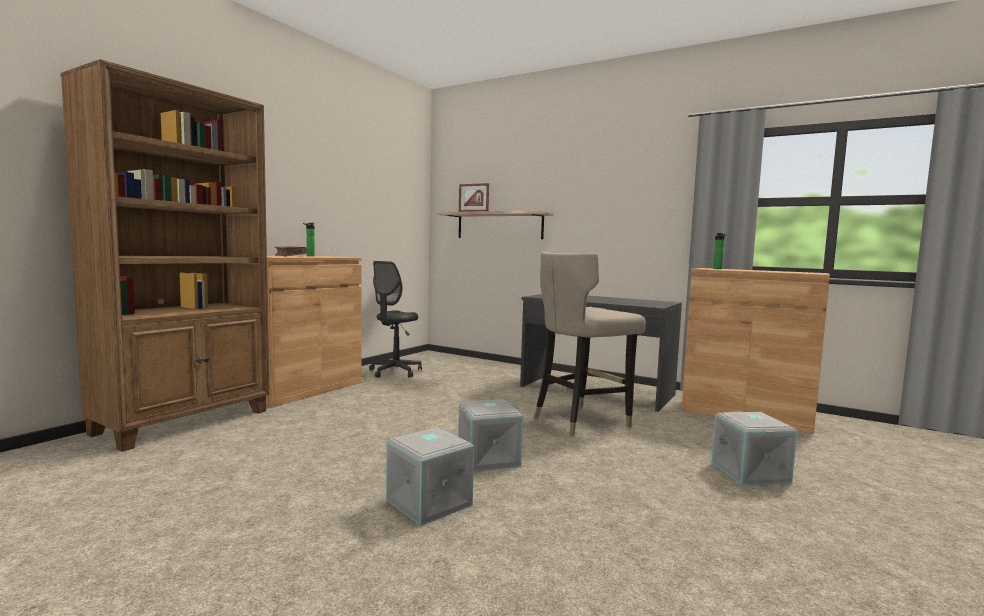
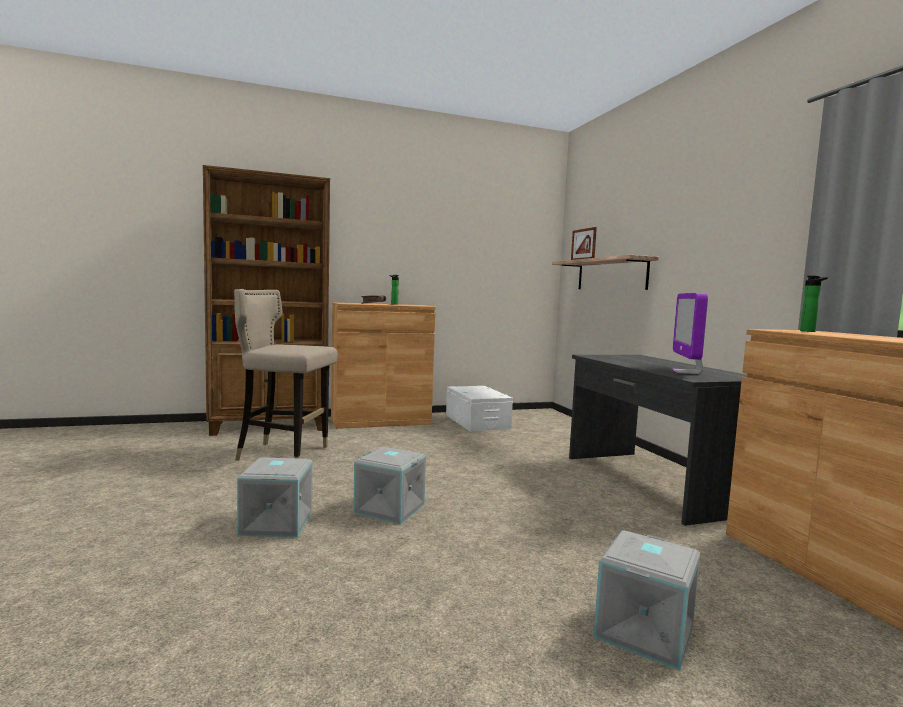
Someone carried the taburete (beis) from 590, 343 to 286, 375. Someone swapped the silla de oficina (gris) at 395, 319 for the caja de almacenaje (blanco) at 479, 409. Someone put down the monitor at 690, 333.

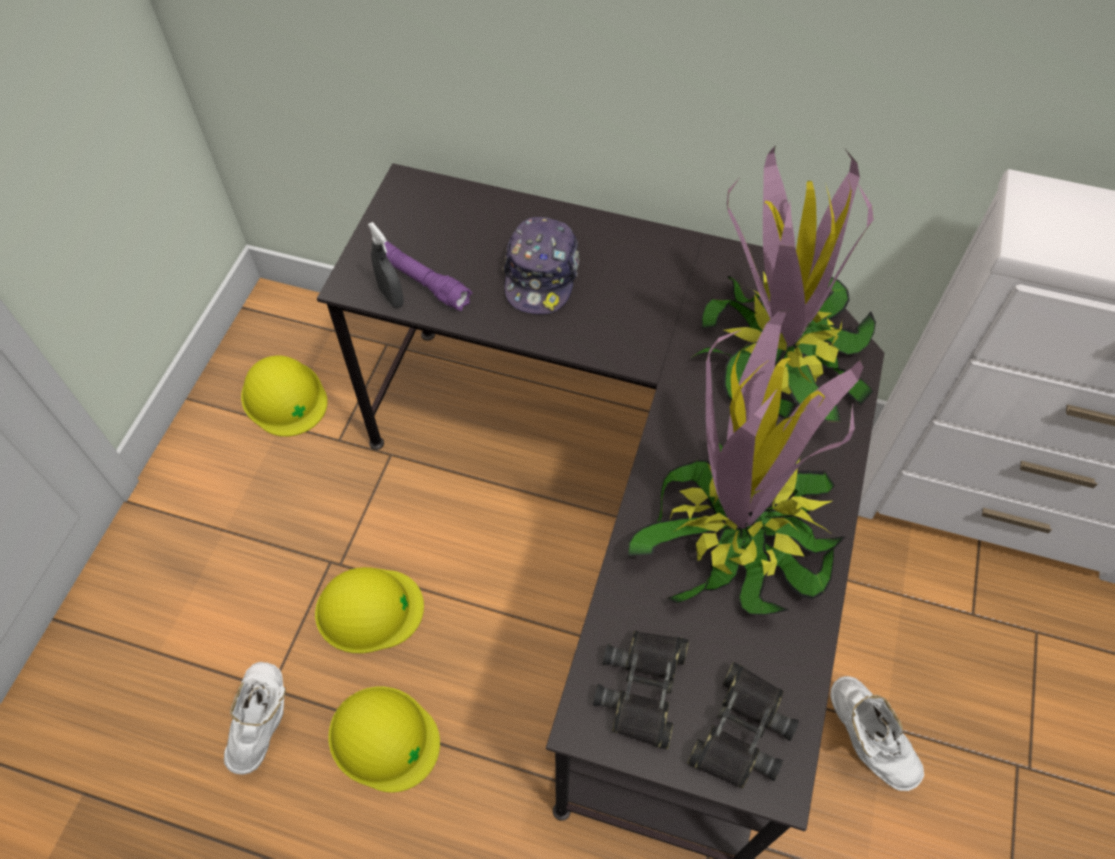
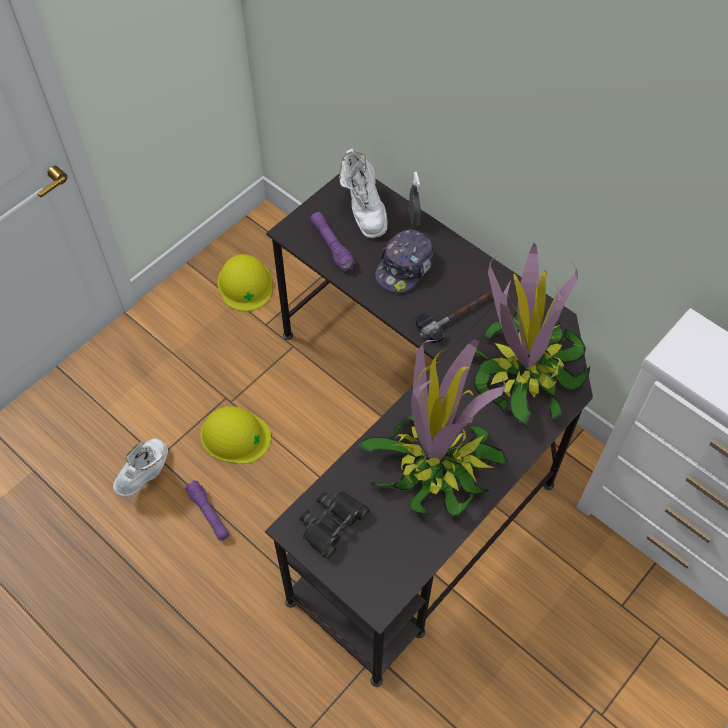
Someone carried the pulverizador (gris) from 386, 265 to 415, 199. Someone took away the prismáticos (negro) at 743, 725. Someone carried the bota (blanco) from 877, 733 to 363, 193. Someone swapped the casco (amarillo) at 384, 739 for the linterna (morado) at 207, 510. Someone put down the martillo at 454, 317.

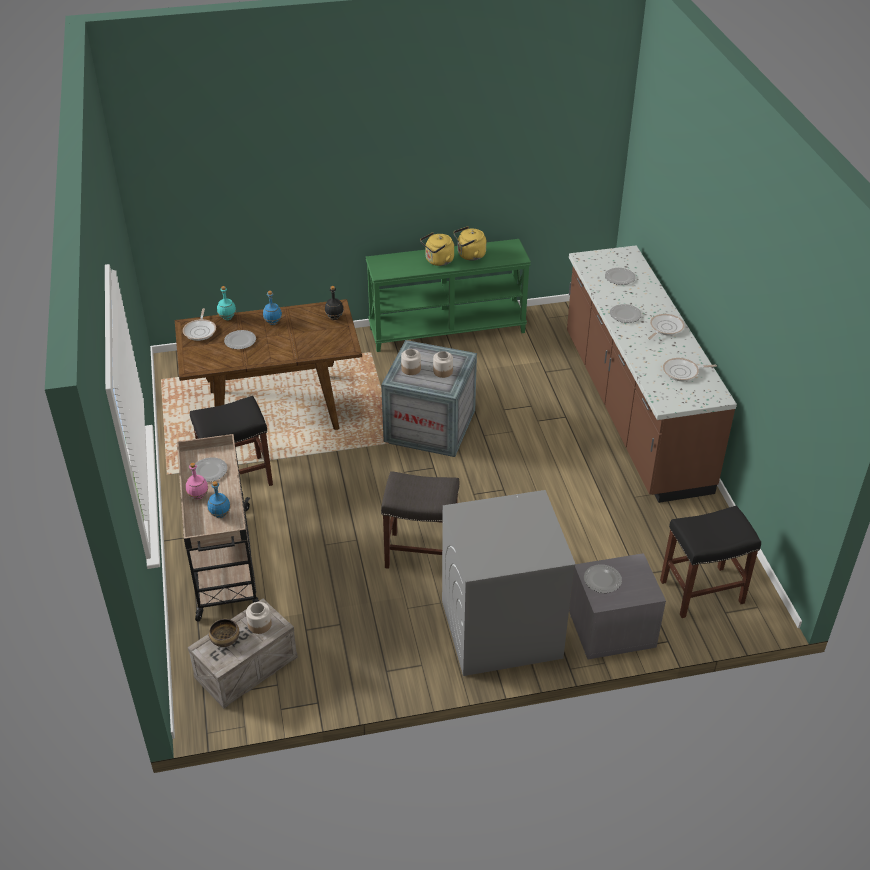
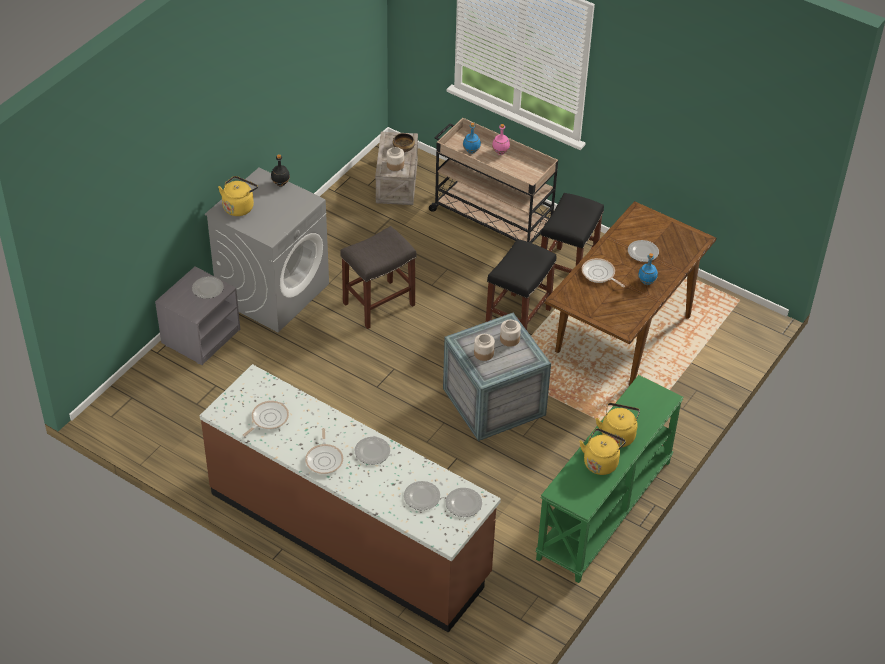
Someone took away the botella (turquesa) at 226, 303. Someone carried the botella (negro) from 334, 303 to 280, 170. Someone carried the sartén from 199, 324 to 603, 272. Someone carried the plato from 209, 469 to 464, 502. Someone carried the taburete (negro) from 710, 562 to 521, 284. Someone put down the hervidor (amarillo) at 238, 196.

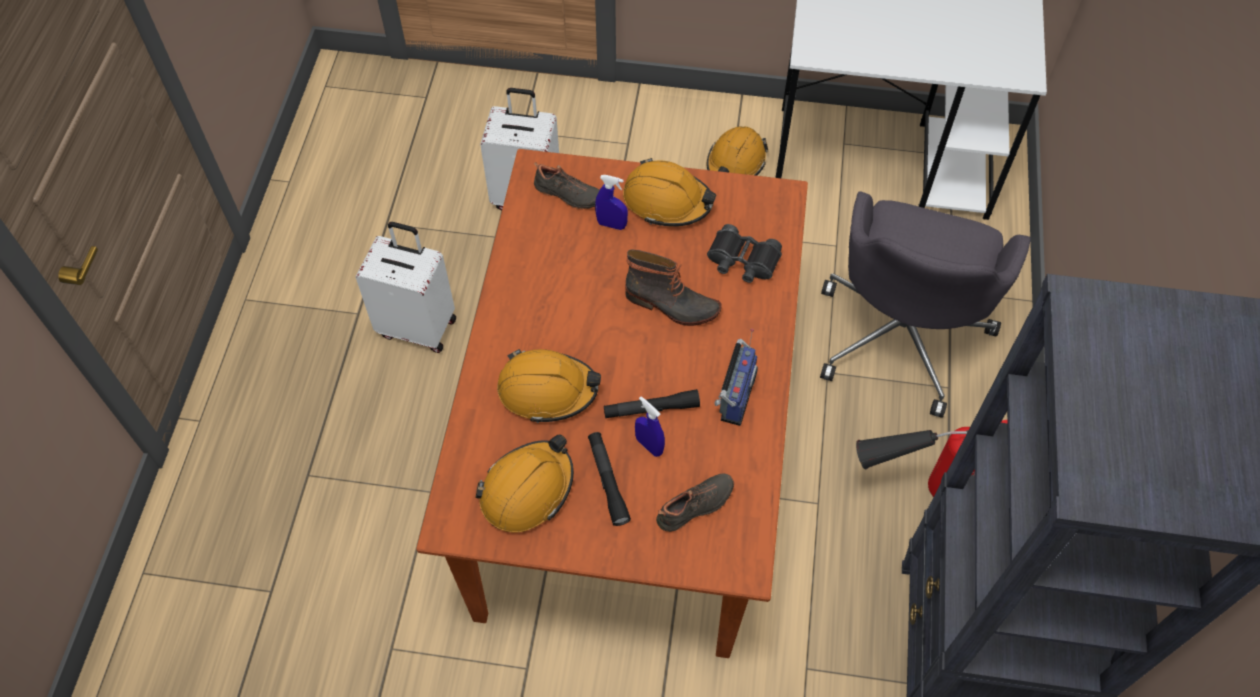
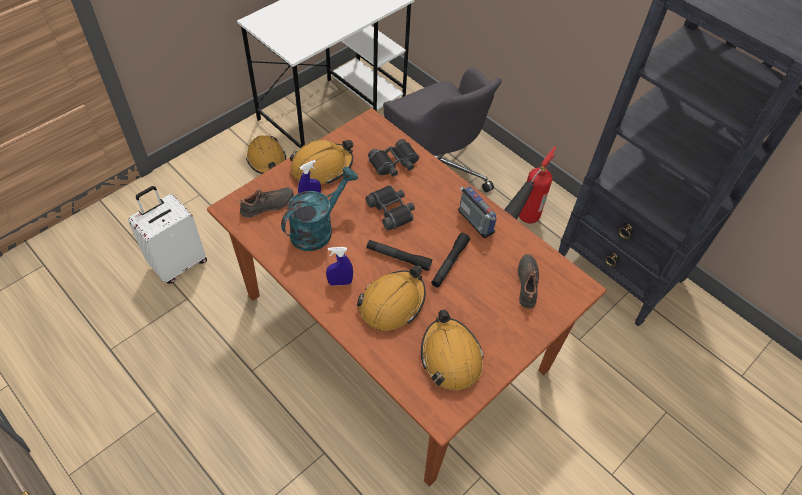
Someone took away the maleta (blanco) at 405, 287. Someone swapped the bota at 673, 288 for the prismáticos (negro) at 390, 207. Someone carried the pulverizador (azul) from 650, 426 to 339, 266. Someone carried the linterna (negro) from 609, 479 to 399, 255. Someone put down the regadera (turquesa) at 319, 209.

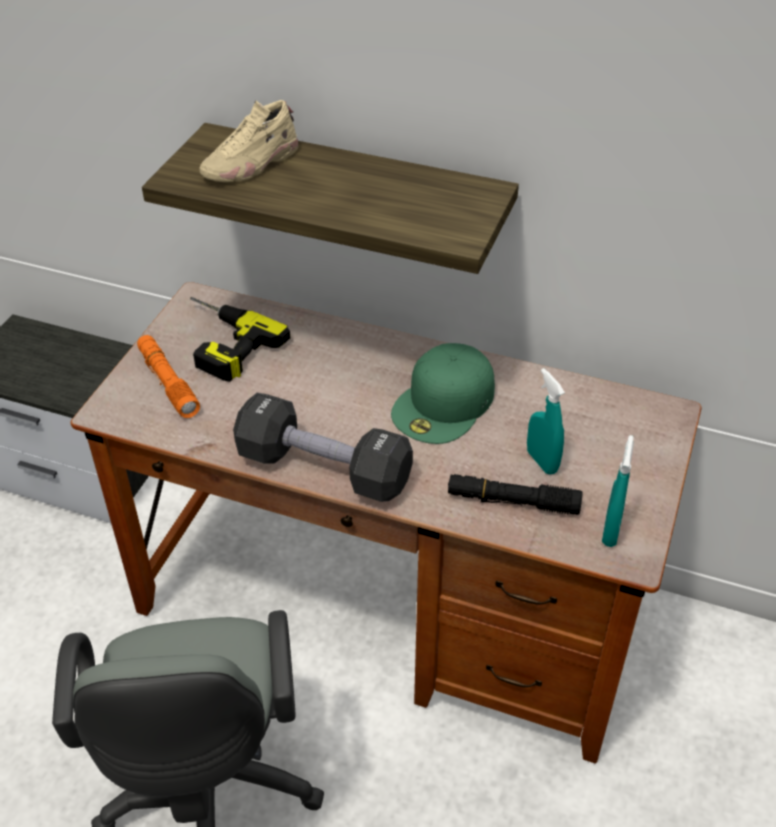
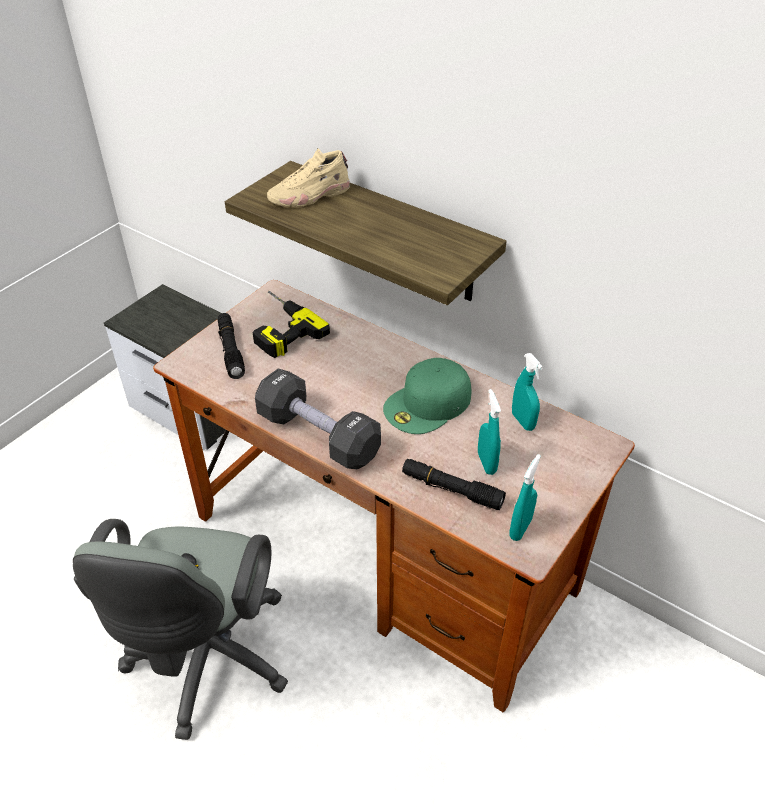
Someone repainted the linterna (naranja) at 168, 376, which became the linterna (negro) at 231, 346. Someone put down the pulverizador (turquesa) at 527, 392.

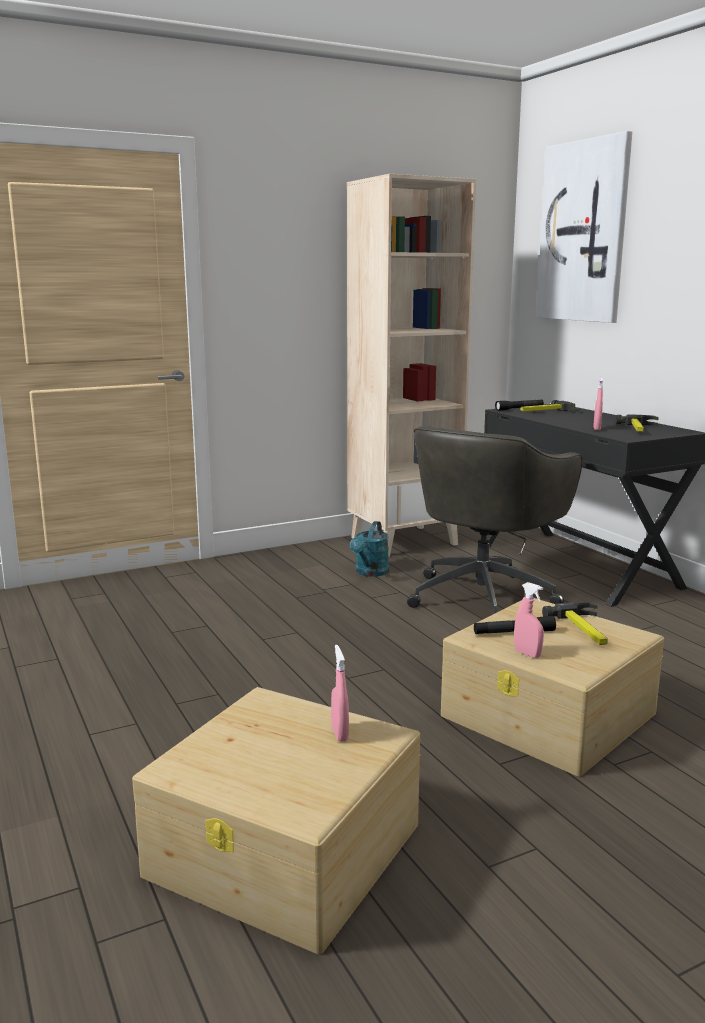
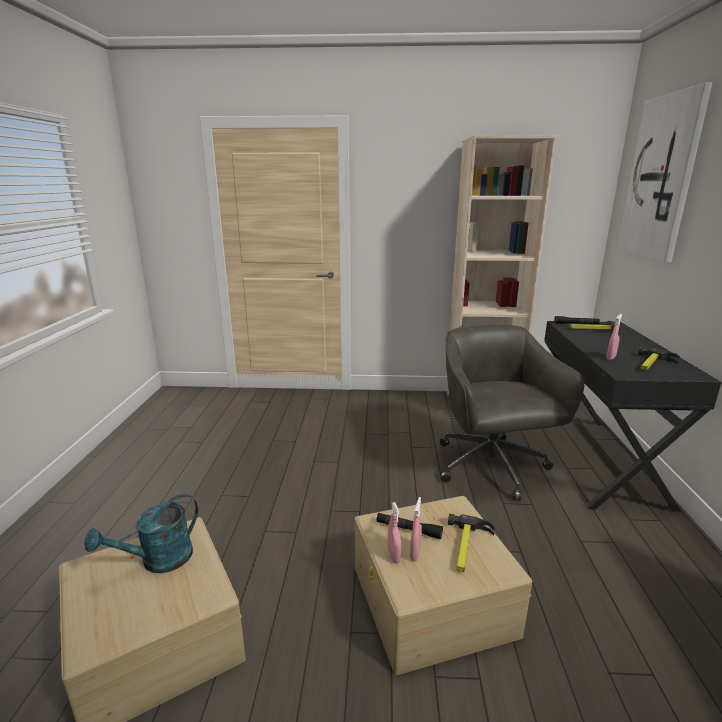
Someone rotated the silla de oficina (gris) at 494, 521 by 105 degrees clockwise. Someone carried the regadera (turquesa) from 369, 549 to 141, 533. Someone carried the pulverizador (rosa) from 340, 693 to 416, 529.

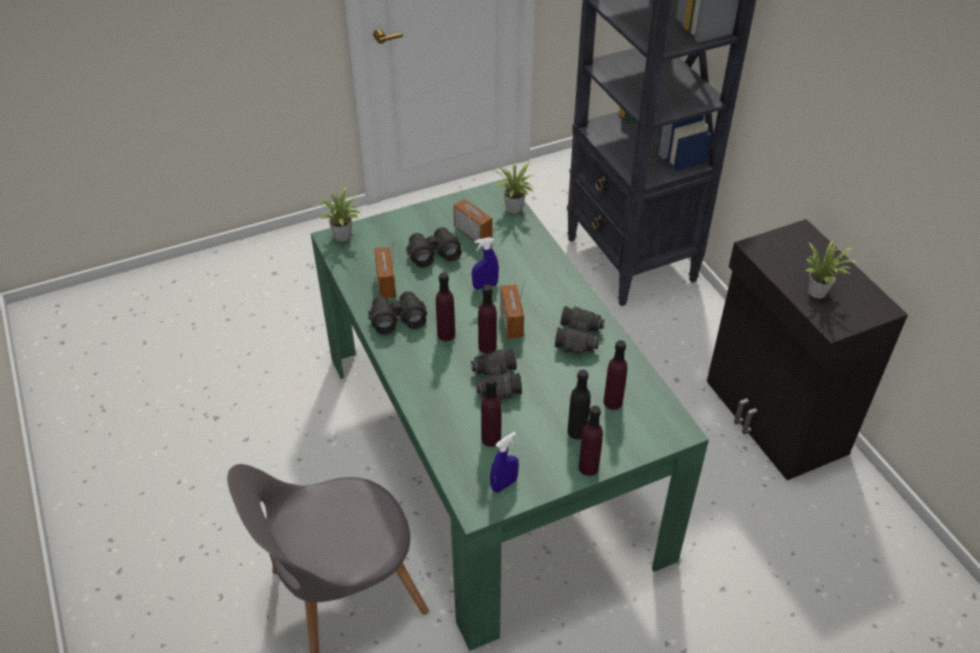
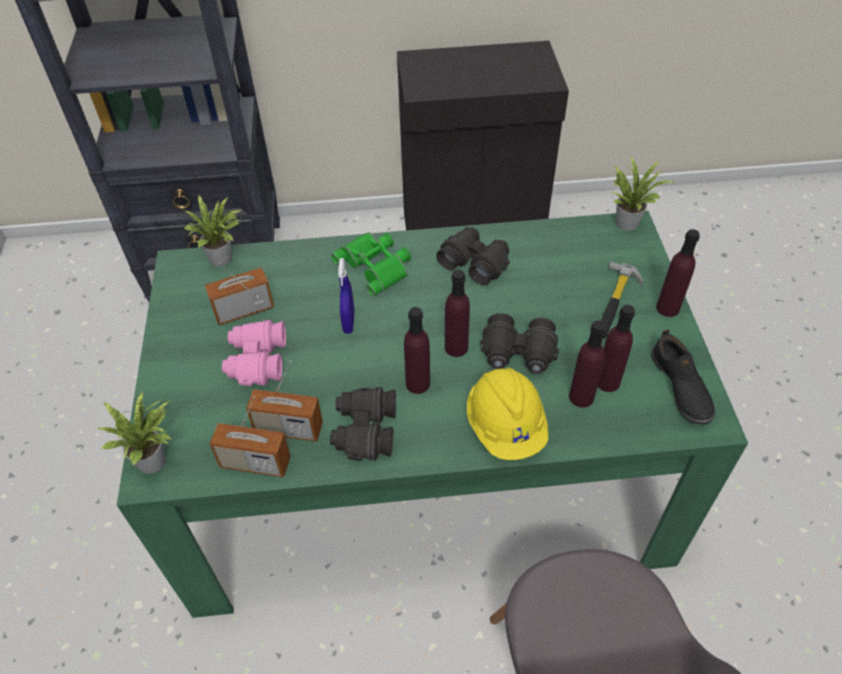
Someone repainted the prismáticos (negro) at 434, 247, which became the prismáticos (rosa) at 254, 353. Someone carried the planta en maceta from 831, 269 to 644, 193. Someone carried the radio from 512, 309 to 250, 436. Someone carried the botella (morado) from 615, 375 to 587, 364. Someone swapped the botella (negro) at 579, 405 for the martillo at 622, 299. Someone swapped the pulverizador (azul) at 504, 462 for the zapato (negro) at 683, 377. Someone put down the prismáticos (verde) at 371, 264. Someone put down the casco (amarillo) at 507, 413.

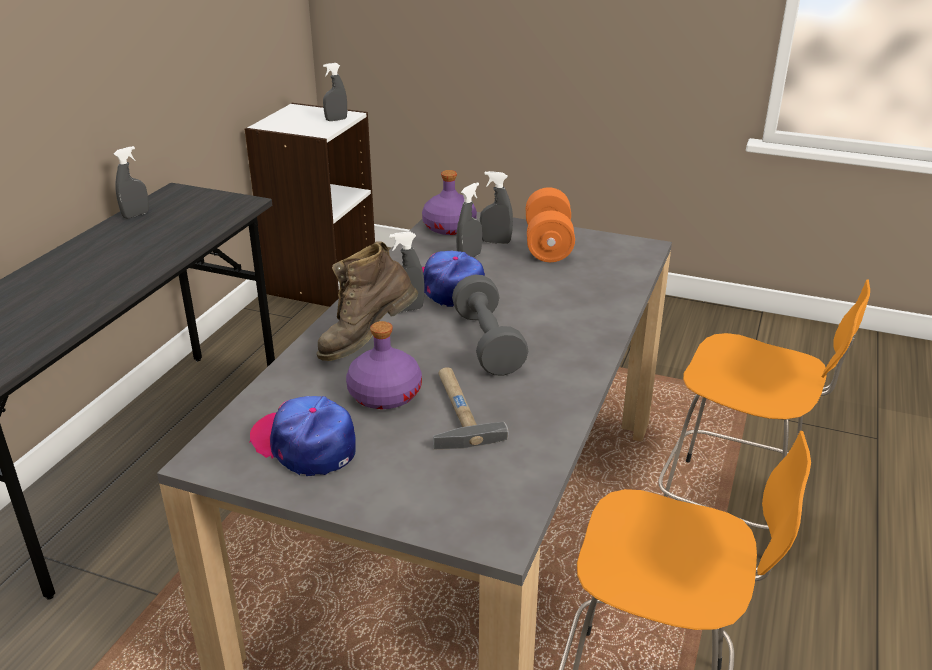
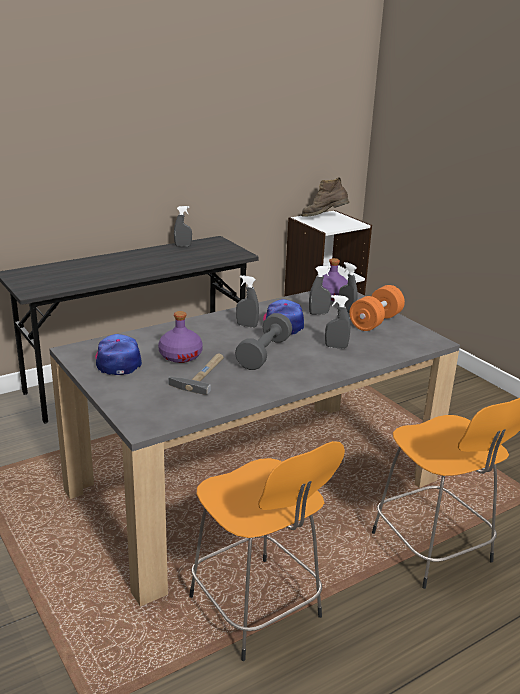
Someone carried the pulverizador (gris) from 335, 92 to 337, 322. Someone carried the bota (marrón) from 367, 301 to 325, 197.

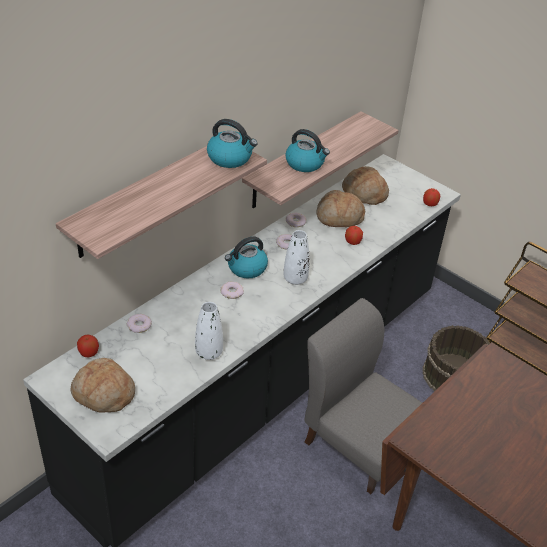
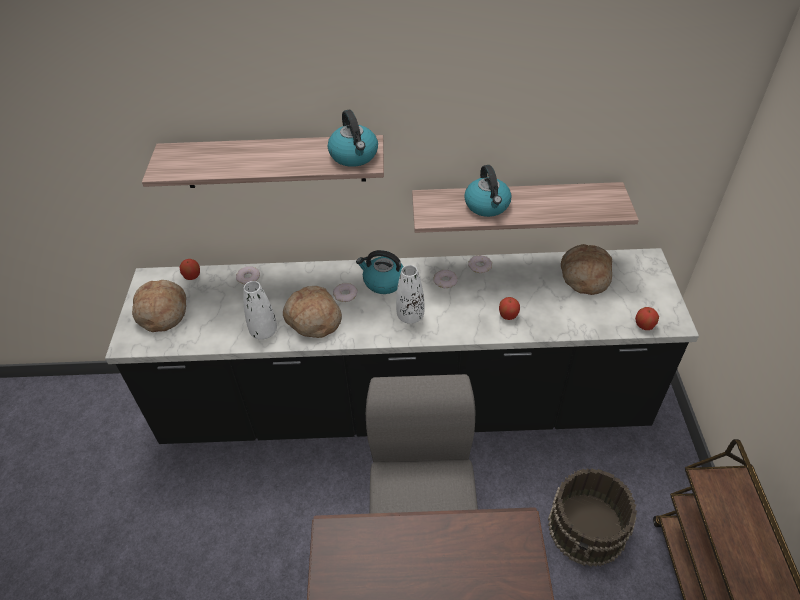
Someone carried the pan from 340, 208 to 312, 312.

